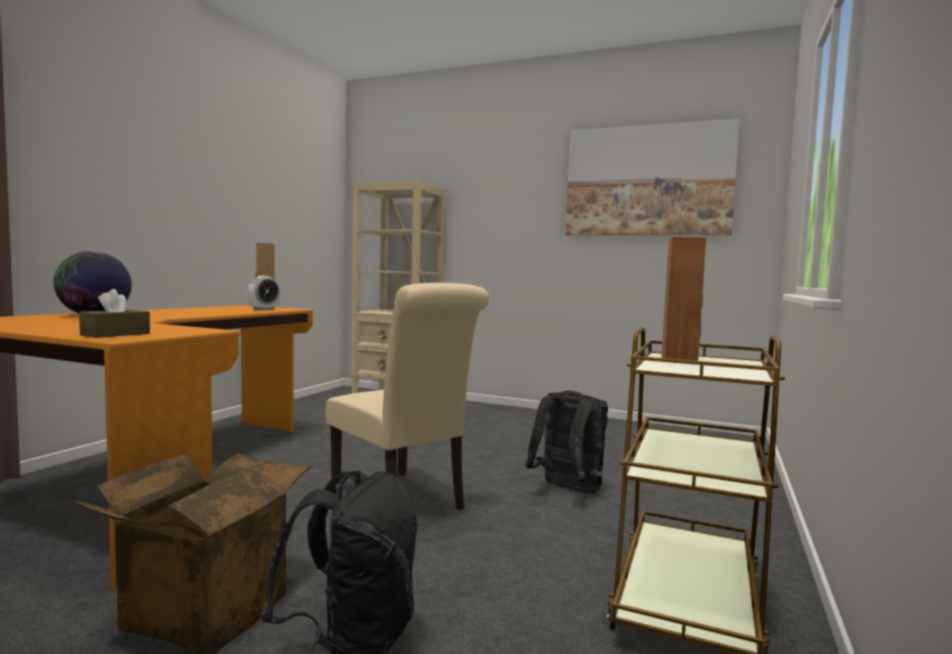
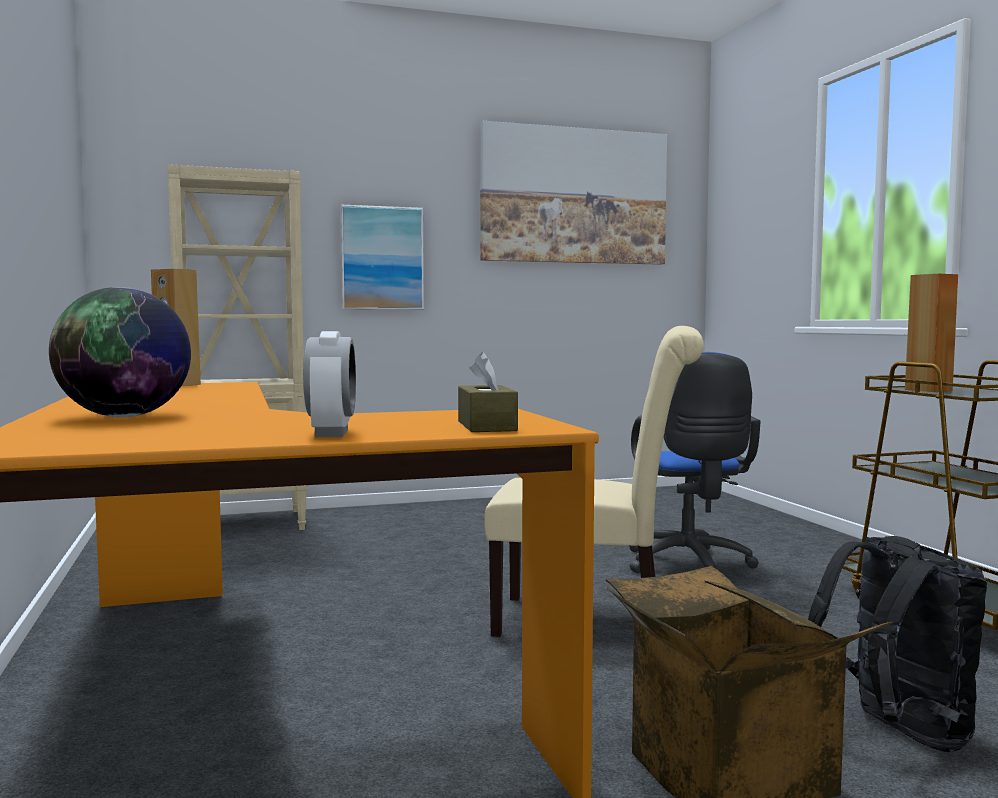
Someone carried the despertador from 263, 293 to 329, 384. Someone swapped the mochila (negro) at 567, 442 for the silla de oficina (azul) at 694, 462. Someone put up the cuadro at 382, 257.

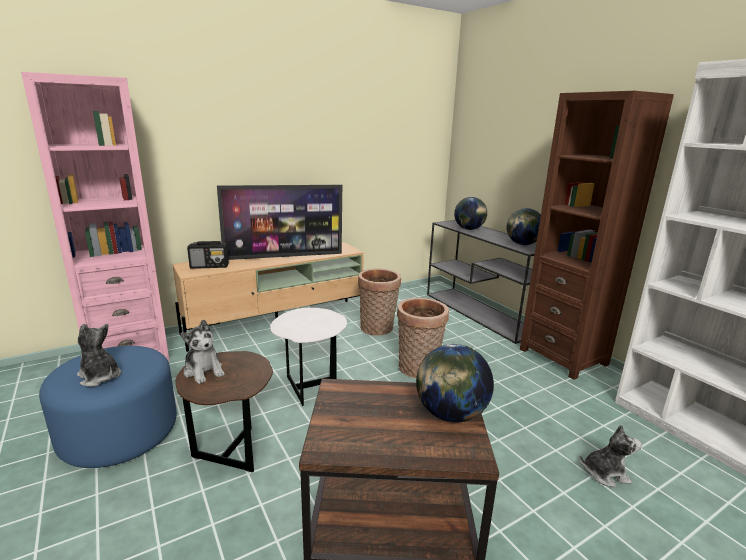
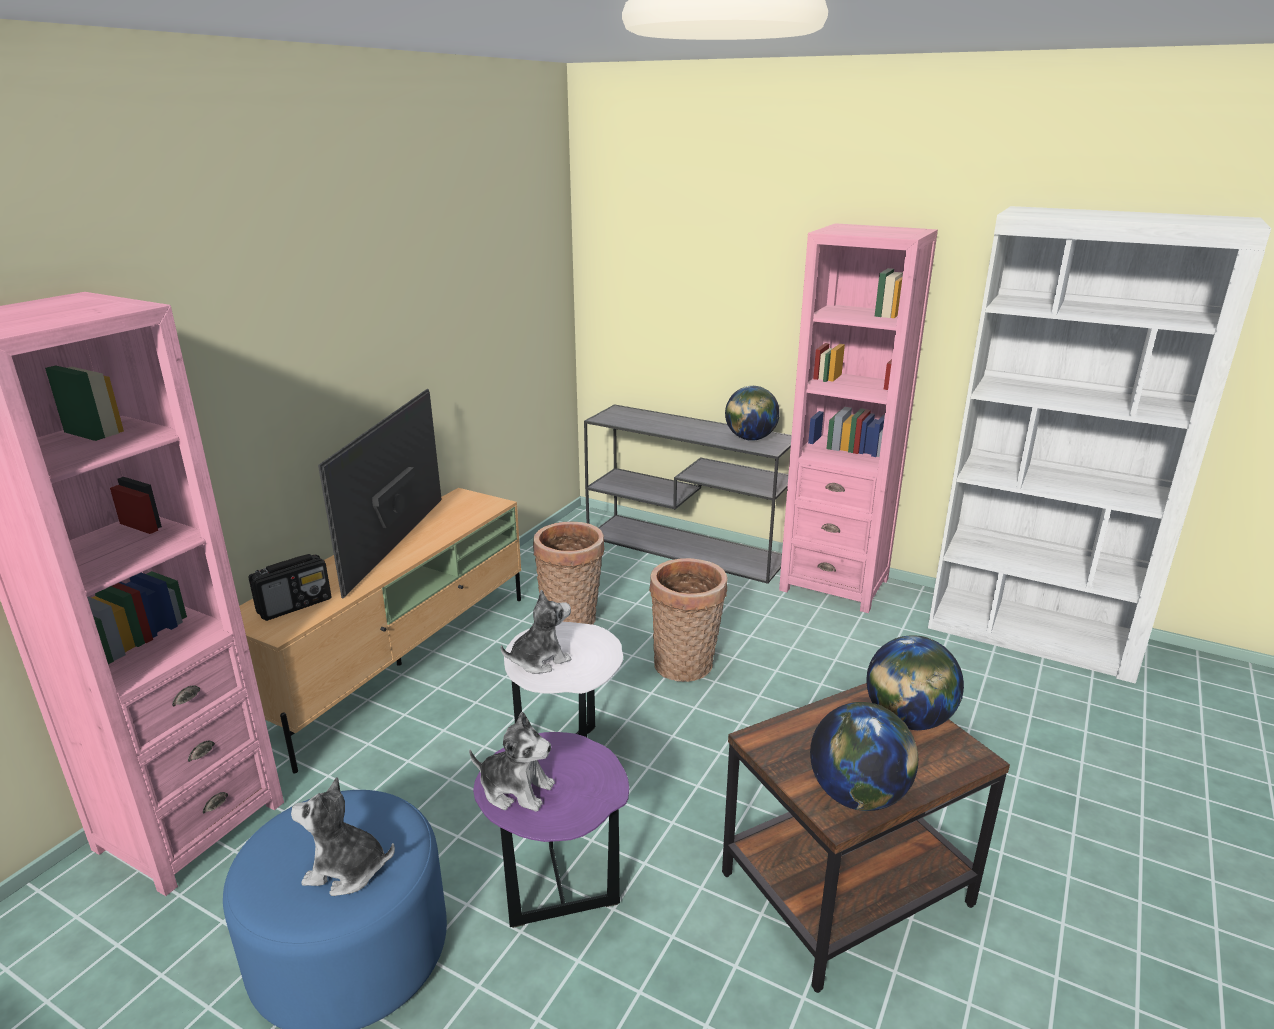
Someone repainted the estantería (marrón) at 597, 235, which became the estantería (rosa) at 858, 418. Someone rotated the televisor at 279, 222 by 150 degrees clockwise. Someone carried the globo terráqueo from 470, 213 to 864, 756. Someone repainted the mesa auxiliar (marrón) at 224, 411, which became the mesa auxiliar (morado) at 551, 830. Someone carried the peluche from 610, 456 to 536, 631.

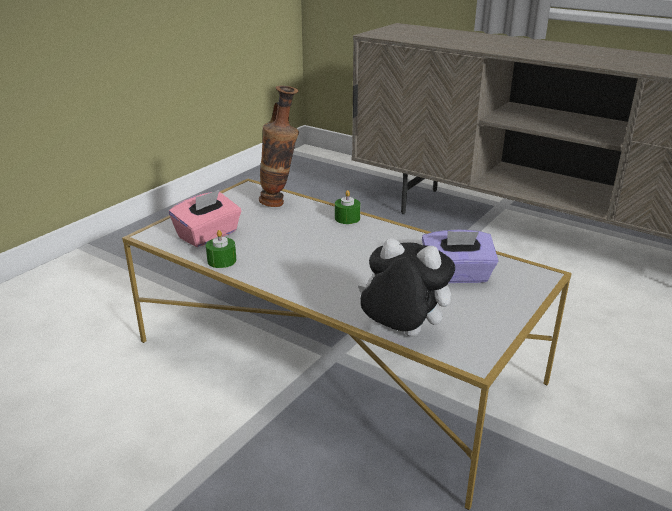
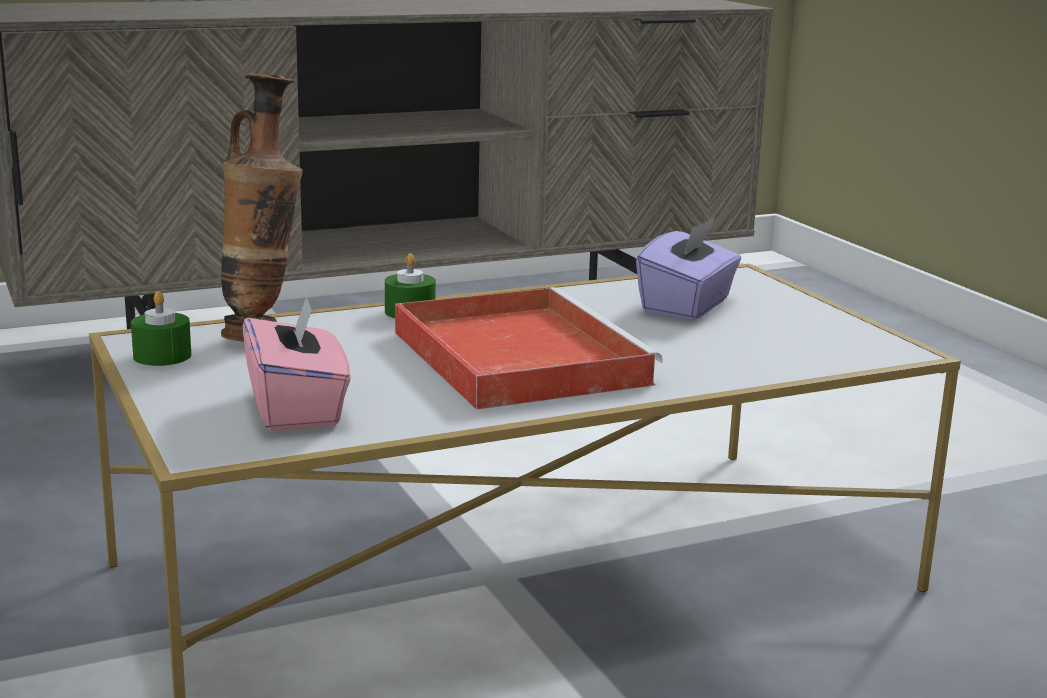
Someone carried the vela (verde) from 221, 249 to 161, 328. Someone took away the peluche at 406, 287. Someone put down the bandeja (rojo) at 529, 348.

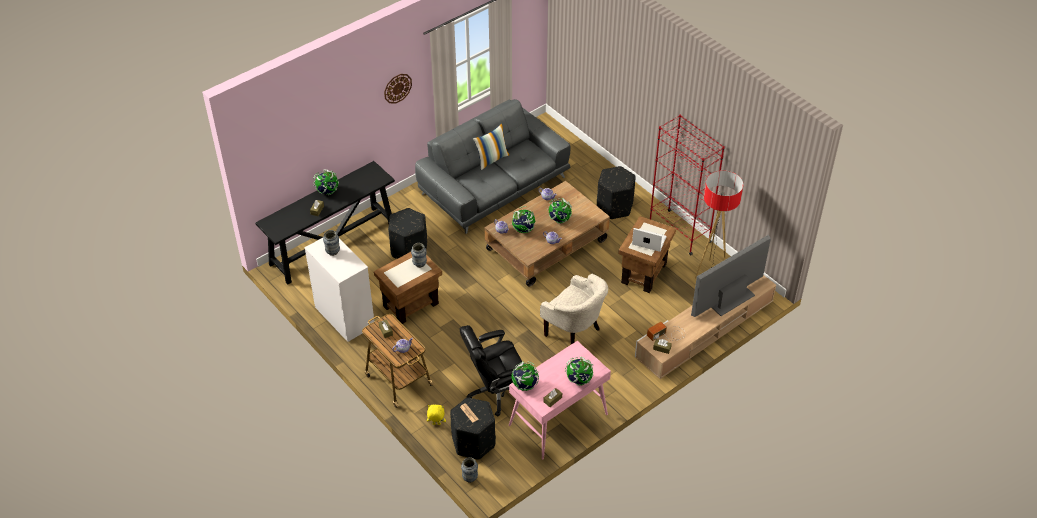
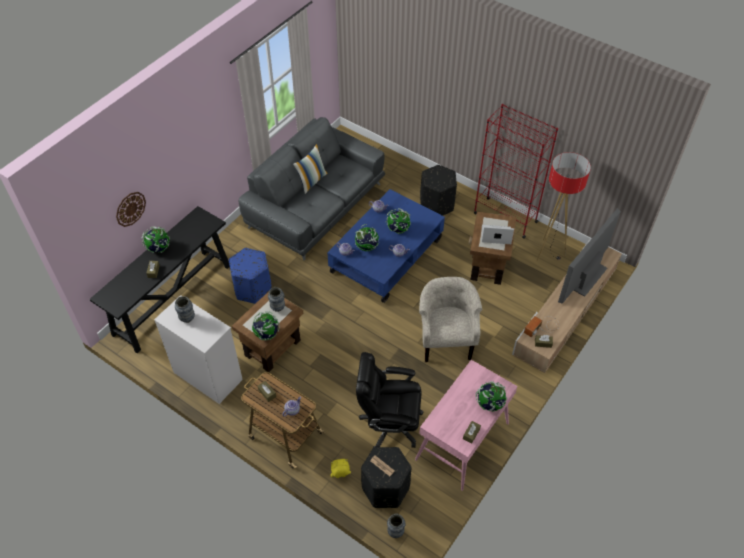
Someone carried the reloj de pared from 398, 89 to 131, 209. Someone repainted the mesa de centro (marrón) at 547, 234, which became the mesa de centro (azul) at 386, 246. Someone repainted the puf (negro) at 407, 233, which became the puf (azul) at 250, 276. Someone rotated the sillón (beis) at 574, 309 by 120 degrees counterclockwise. Someone rotated the silla de oficina (negro) at 490, 371 by 45 degrees clockwise. Someone carried the globo terráqueo from 525, 376 to 266, 326.

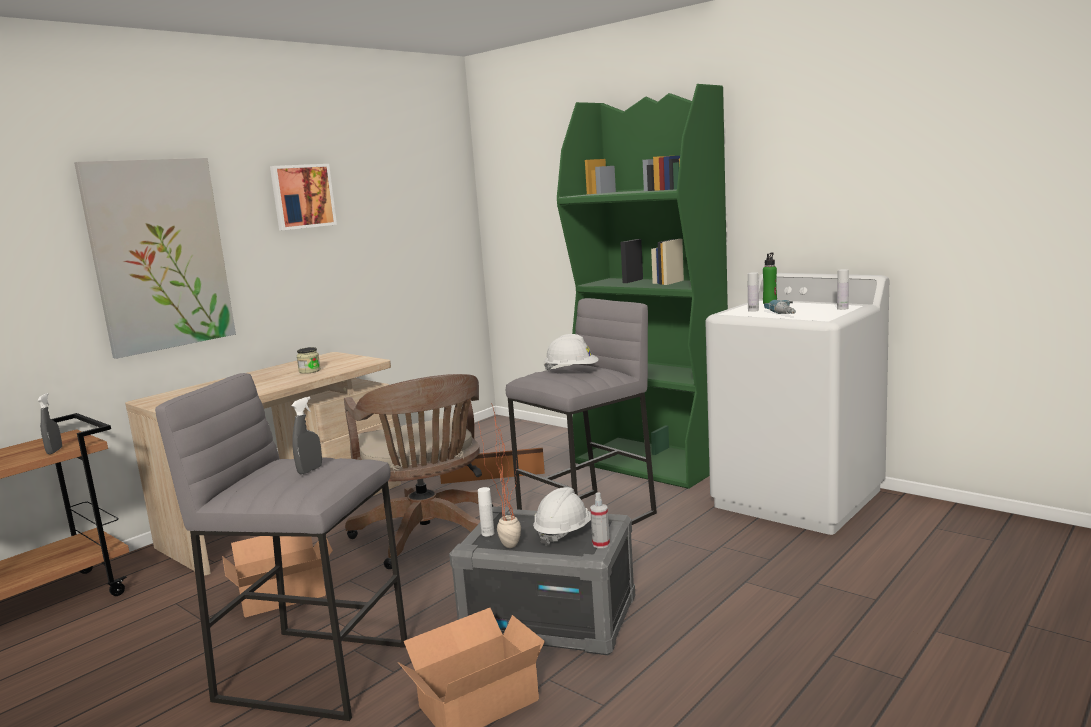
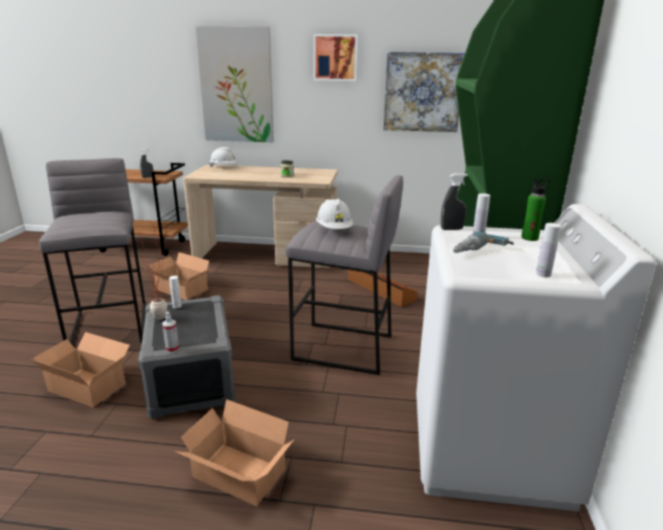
Someone took away the silla de oficina (marrón) at 418, 471. Someone carried the pulverizador (gris) from 306, 435 to 454, 201. Someone carried the casco (blanco) from 562, 516 to 224, 157. Someone put up the cuadro at 424, 92. Someone put down the caja de cartón at 234, 452.

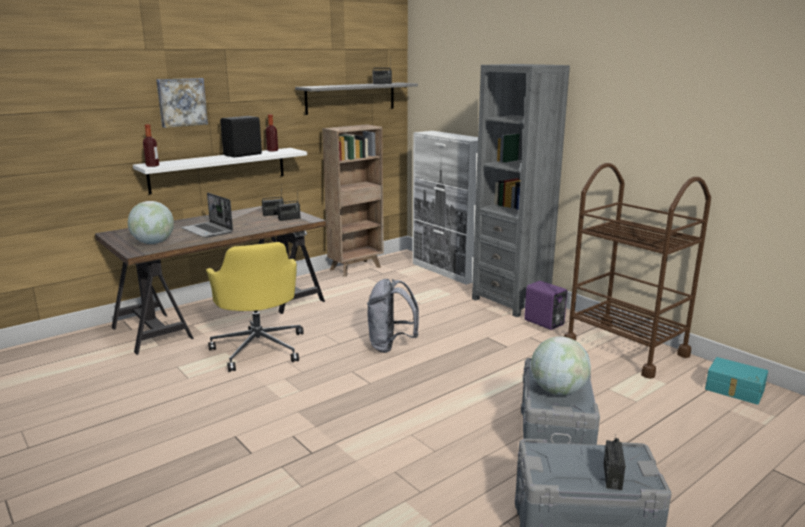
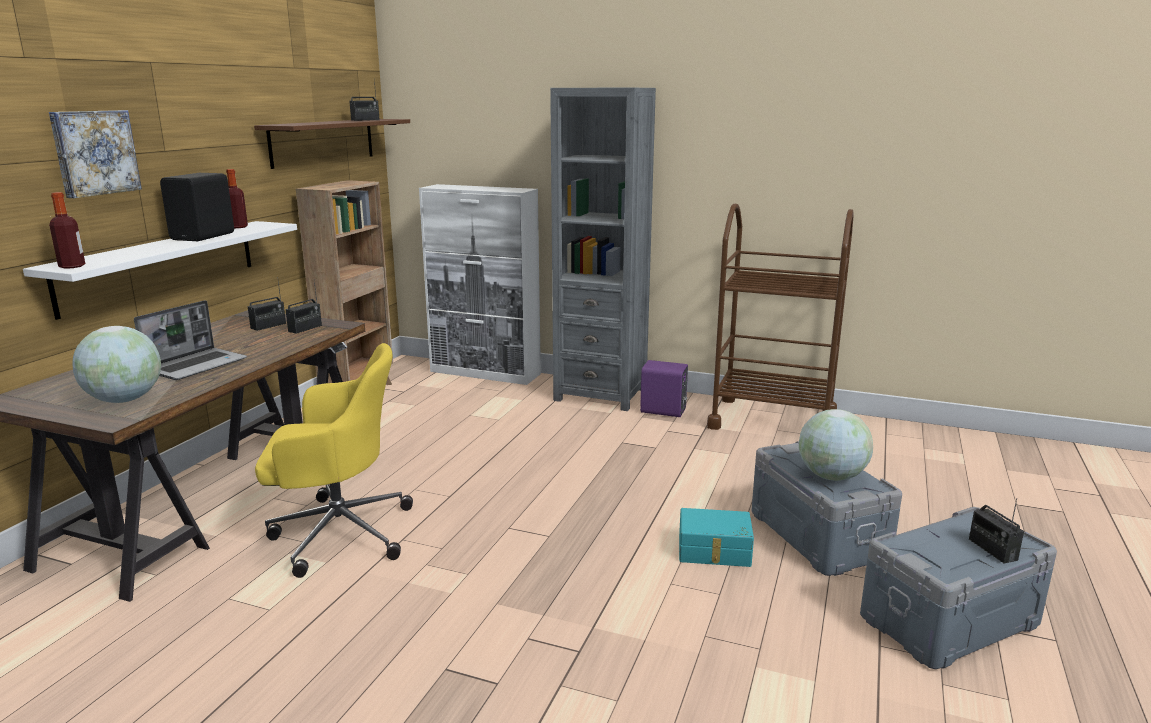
Someone repainted the estante (gris) at 356, 98, which became the estante (marrón) at 332, 144. Someone rotated the portátil at 207, 215 by 75 degrees counterclockwise. Someone rotated the silla de oficina (amarillo) at 255, 307 by 45 degrees counterclockwise. Someone took away the mochila (gris) at 393, 316. Someone carried the caja de almacenaje (turquesa) from 736, 381 to 716, 537.

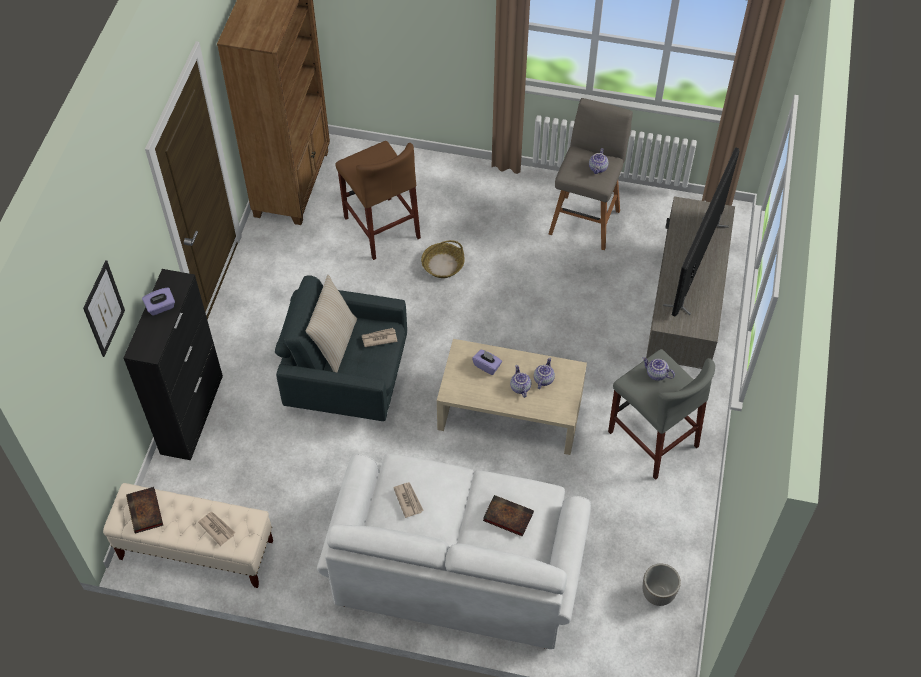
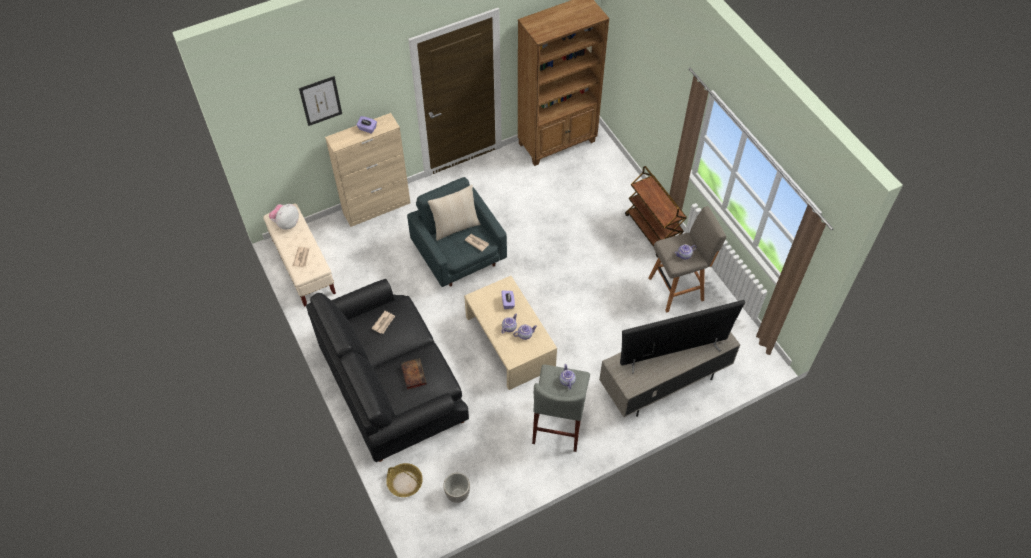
Someone took away the taburete (marrón) at 378, 200. Someone carried the cesta from 443, 259 to 404, 480. Someone repainted the armario (negro) at 173, 364, which became the armario (beis) at 367, 170. Someone repainted the sofá (blanco) at 454, 551, which became the sofá (negro) at 387, 370. Someone swapped the libro at 144, 510 for the peluche at 284, 217. Someone put down the carrito (marrón) at 656, 211.

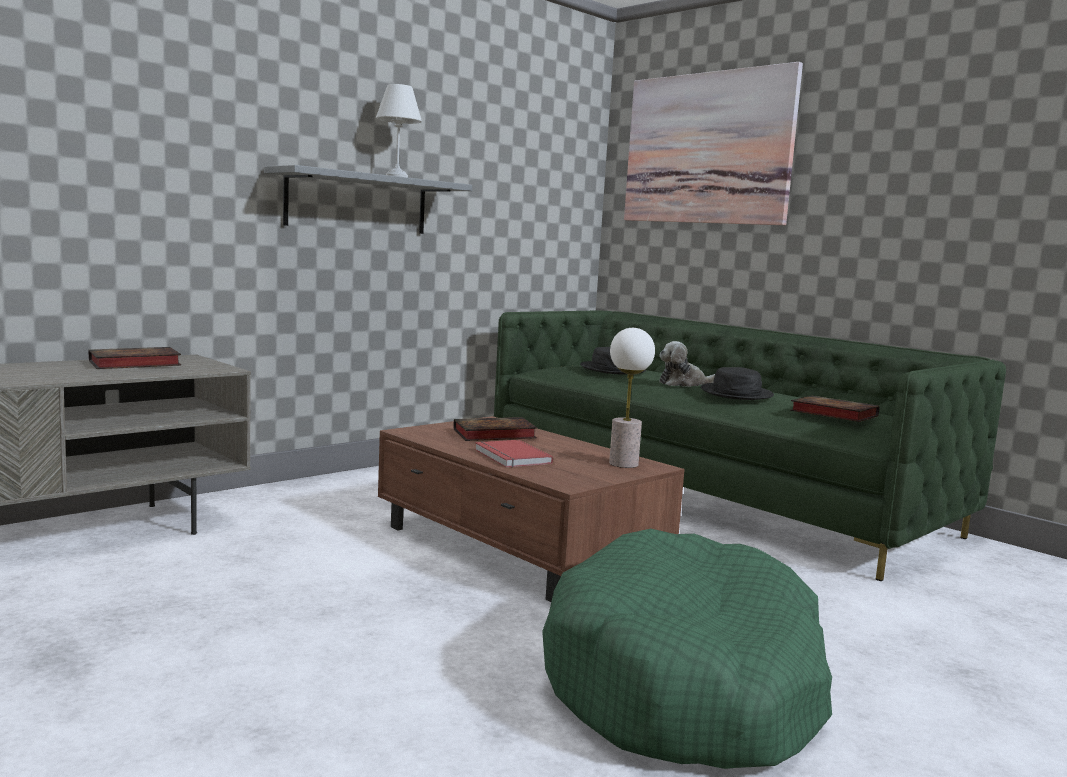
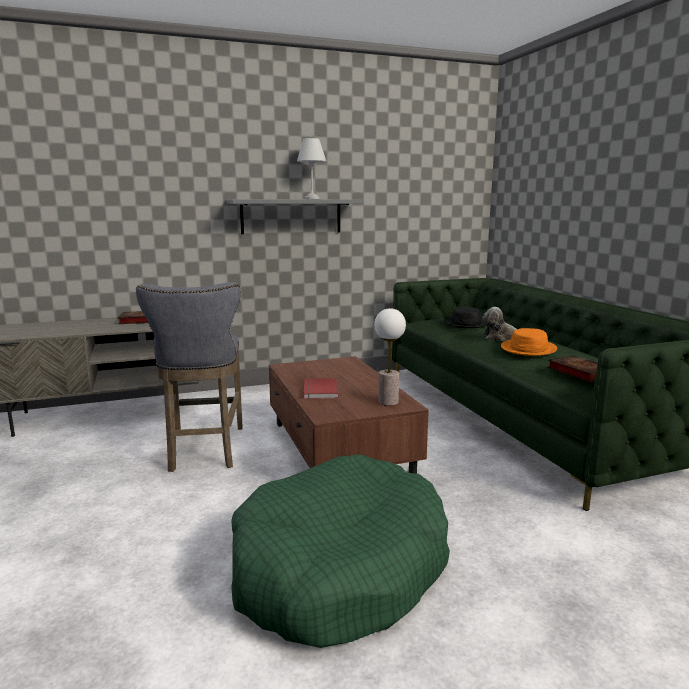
Someone took away the cuadro at 713, 143. Someone repainted the sombrero (negro) at 737, 383, which became the sombrero (naranja) at 529, 342. Someone took away the libro at 495, 429. Someone put down the taburete (gris) at 189, 377.

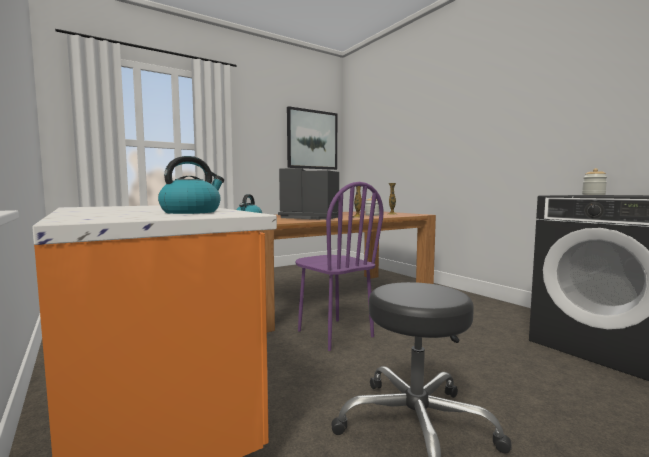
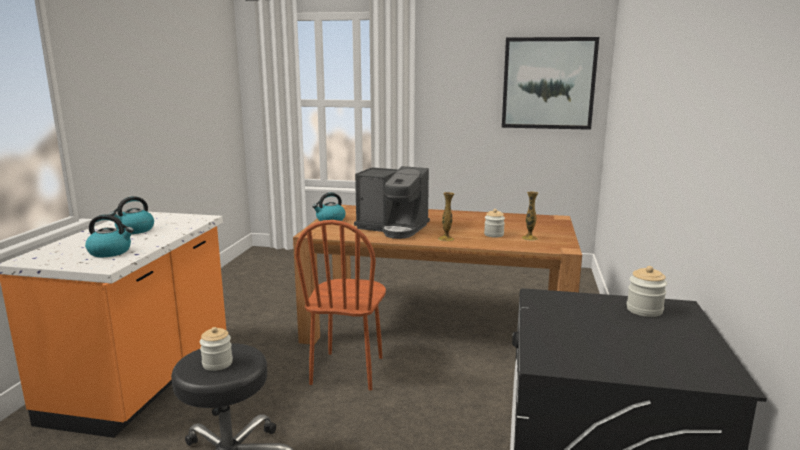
Someone rotated the cafetera at 308, 194 by 135 degrees clockwise. Someone repainted the silla (morado) at 339, 266, which became the silla (marrón) at 340, 305. Someone put down the hervidor at 131, 215. Someone put down the tarro at 216, 349.

